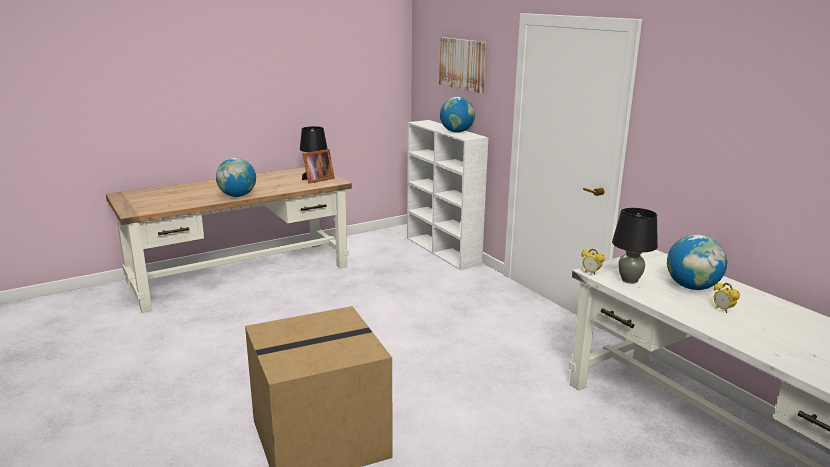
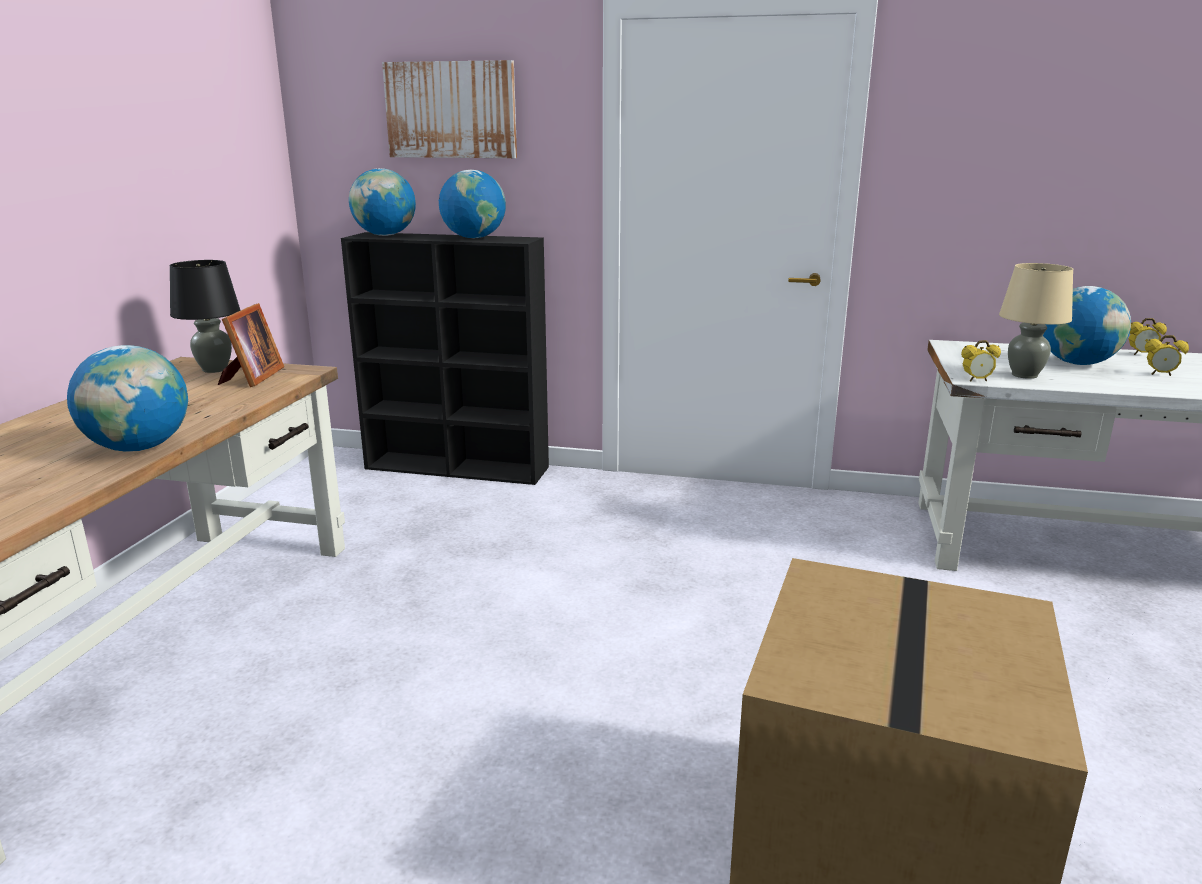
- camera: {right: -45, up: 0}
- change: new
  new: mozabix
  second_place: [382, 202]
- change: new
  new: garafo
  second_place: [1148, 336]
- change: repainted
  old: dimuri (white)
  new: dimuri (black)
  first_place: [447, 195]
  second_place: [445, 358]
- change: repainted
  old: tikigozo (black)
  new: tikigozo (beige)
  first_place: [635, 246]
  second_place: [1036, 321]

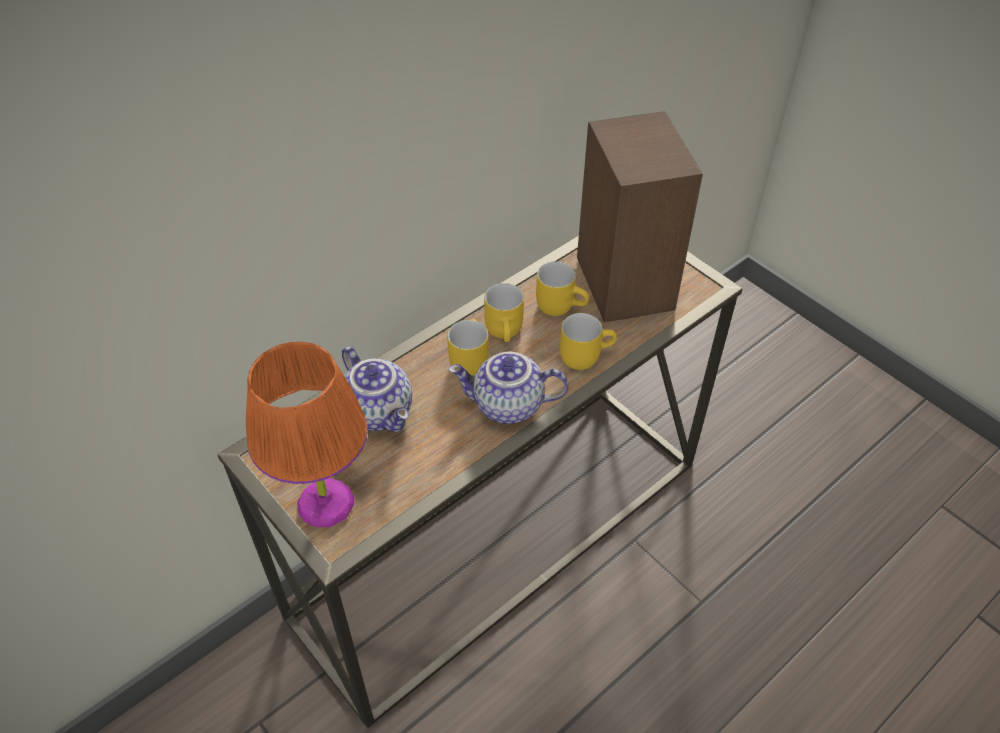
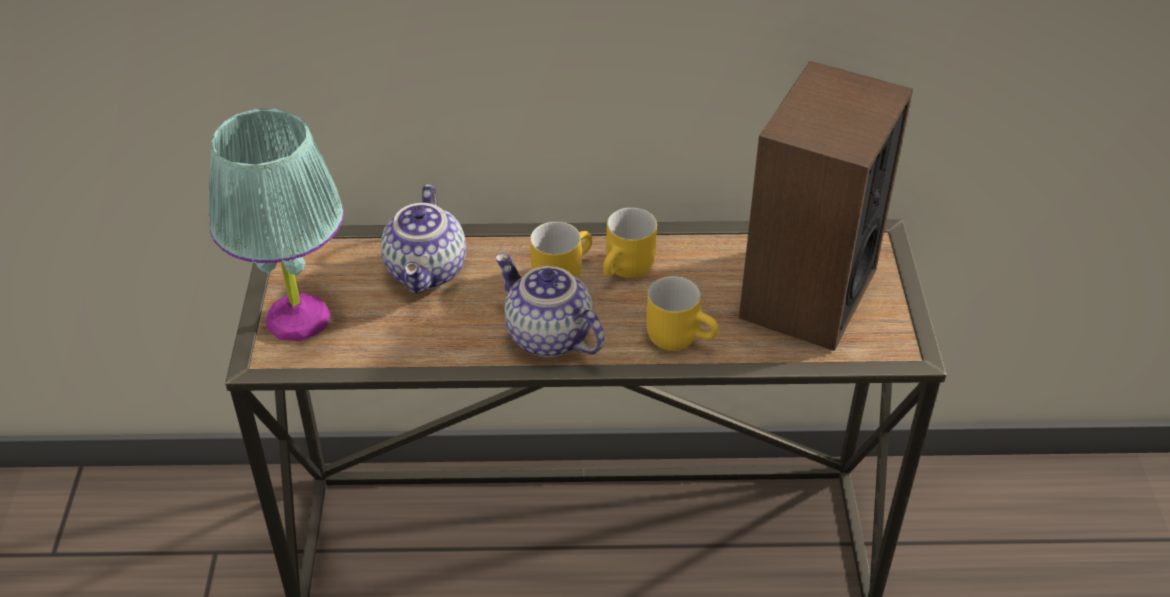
- camera: {right: 40, up: -5}
- change: gone
  old: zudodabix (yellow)
  first_place: [562, 288]
- change: repainted
  old: tikigozo (orange)
  new: tikigozo (turquoise)
  first_place: [307, 434]
  second_place: [276, 224]

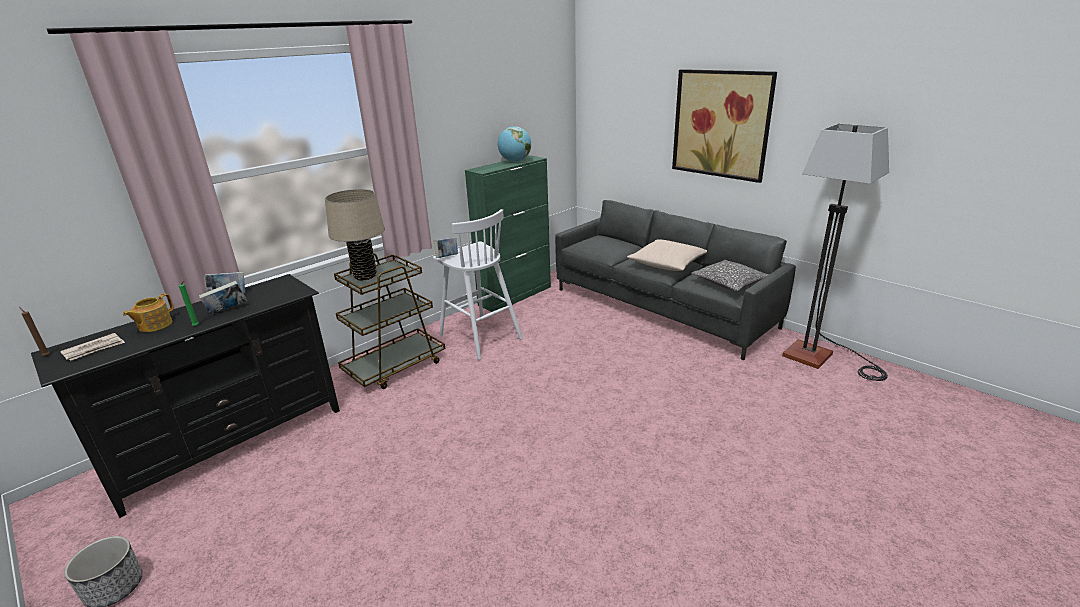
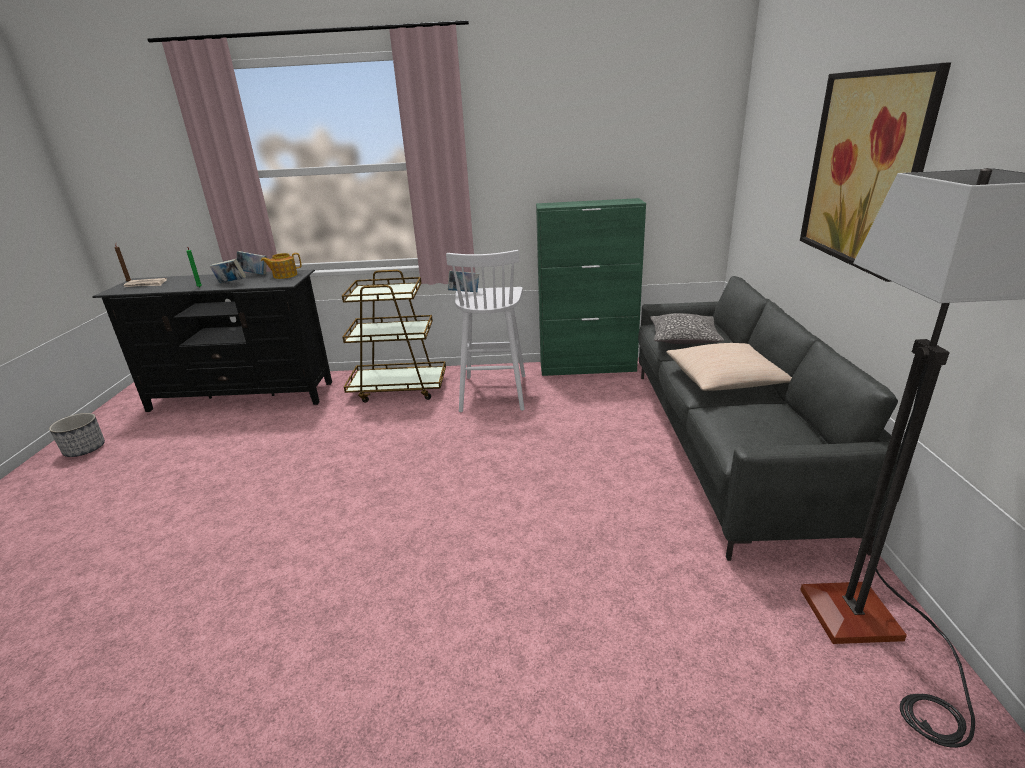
- camera: {right: 45, up: 0}
- change: gone
  old: tikigozo (beige)
  first_place: [355, 234]
- change: gone
  old: mozabix
  first_place: [514, 144]
- change: shifted
  old: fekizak
  first_place: [148, 312]
  second_place: [281, 266]
- change: shifted
  old: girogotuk
  first_place: [730, 275]
  second_place: [687, 328]

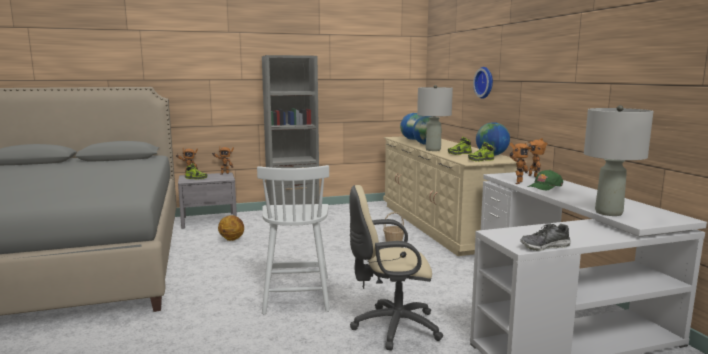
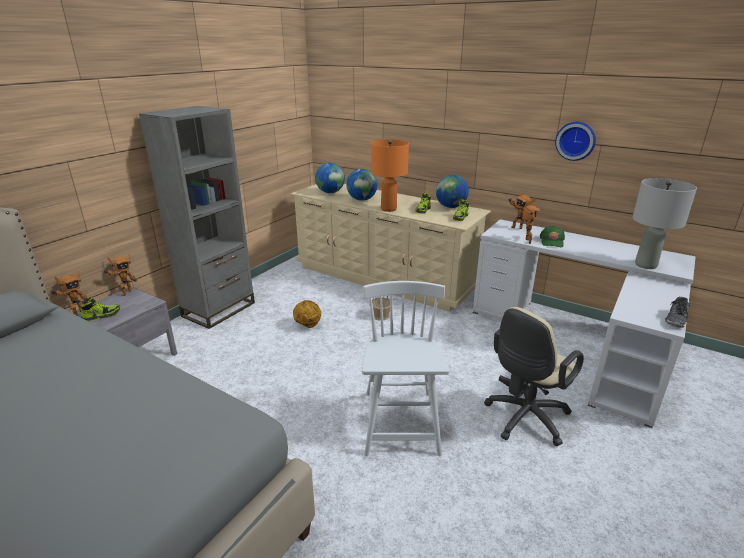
- camera: {right: -40, up: 15}
- change: shifted
  old: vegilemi
  first_place: [231, 228]
  second_place: [307, 314]
- change: shifted
  old: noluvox
  first_place: [483, 83]
  second_place: [575, 141]
- change: repainted
  old: tikigozo (grey)
  new: tikigozo (orange)
  first_place: [435, 118]
  second_place: [390, 175]
- change: rotated
  old: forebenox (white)
  first_place: [293, 239]
  second_place: [406, 368]
  degrees: -135

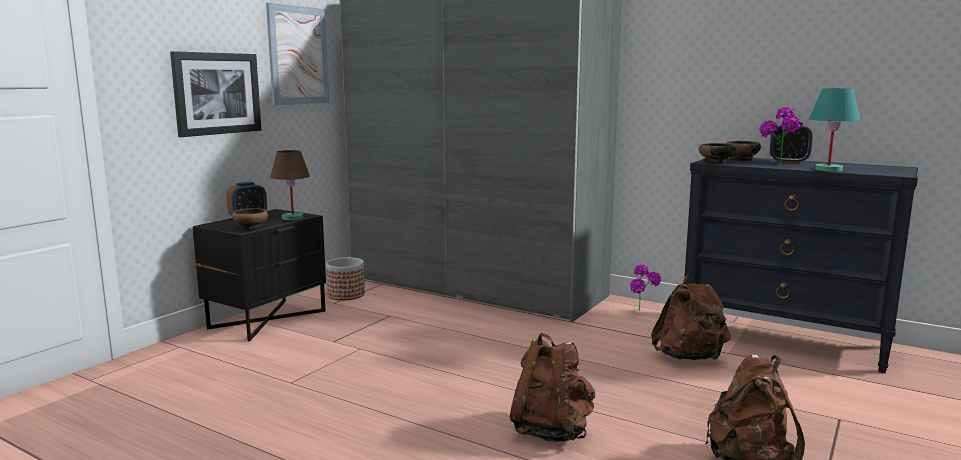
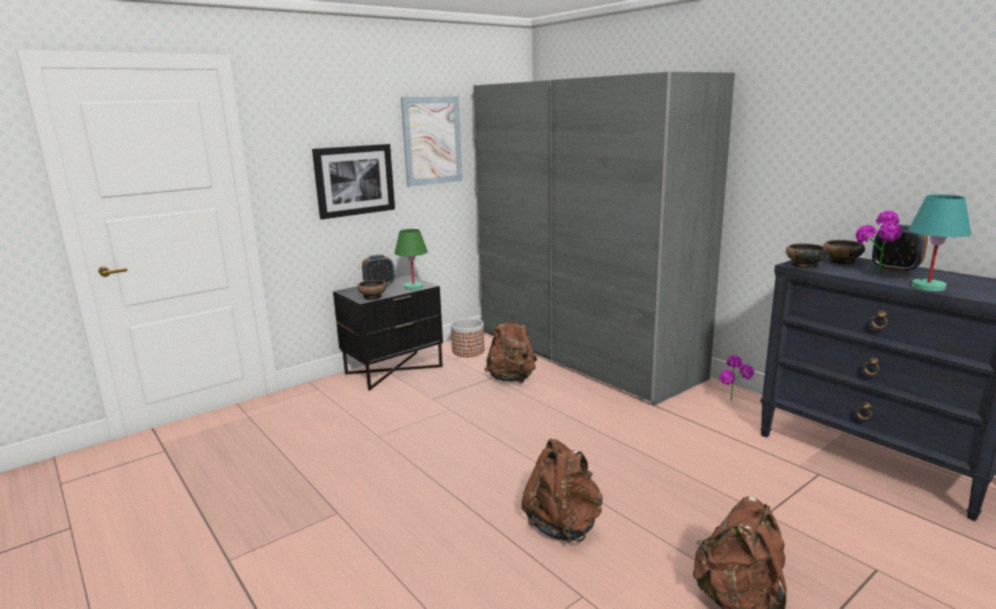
- camera: {right: 20, up: 5}
- change: shifted
  old: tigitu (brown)
  first_place: [691, 316]
  second_place: [510, 349]
- change: repainted
  old: tikigozo (brown)
  new: tikigozo (green)
  first_place: [290, 185]
  second_place: [411, 259]

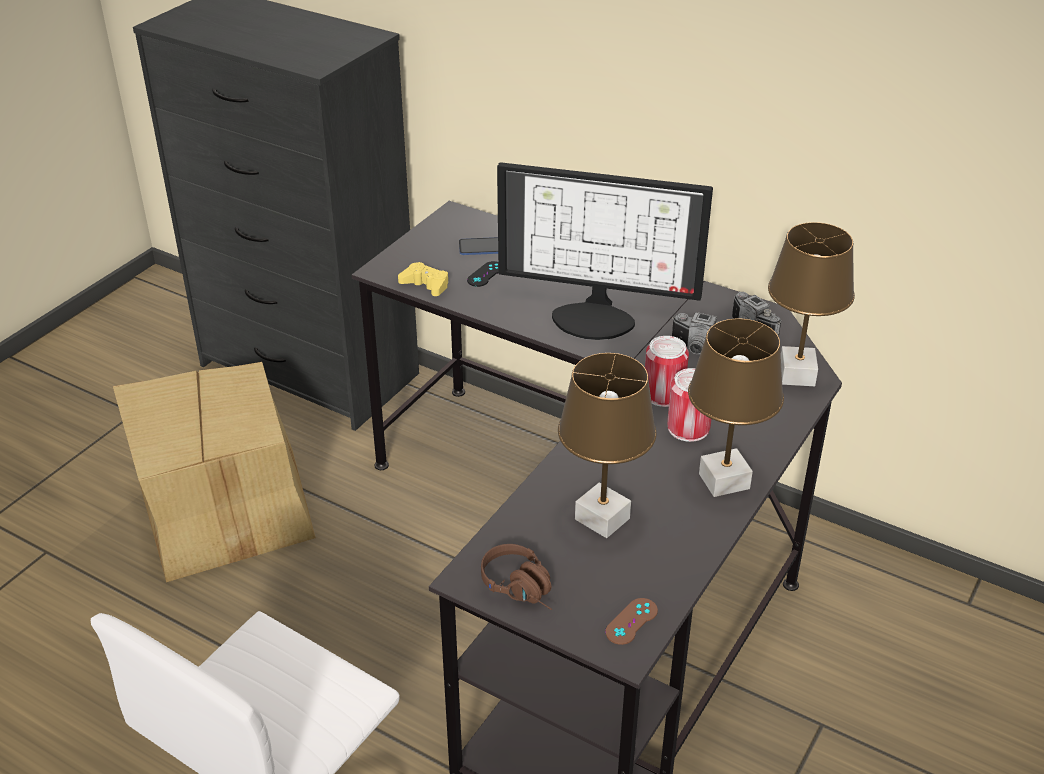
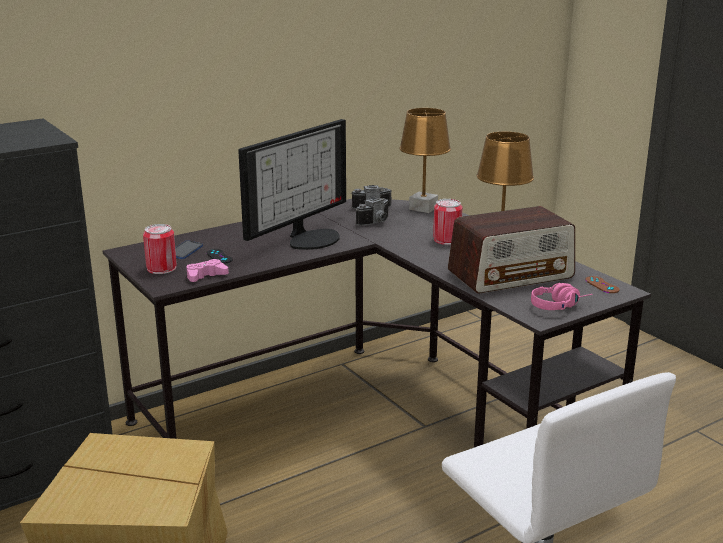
- camera: {right: -65, up: -15}
- change: shifted
  old: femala
  first_place: [667, 371]
  second_place: [160, 249]
- change: swapped
  old: tikigozo (brown)
  new: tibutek
  first_place: [607, 445]
  second_place: [511, 249]
- change: repainted
  old: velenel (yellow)
  new: velenel (pink)
  first_place: [423, 279]
  second_place: [207, 270]
- change: repainted
  old: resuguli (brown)
  new: resuguli (pink)
  first_place: [516, 577]
  second_place: [562, 296]

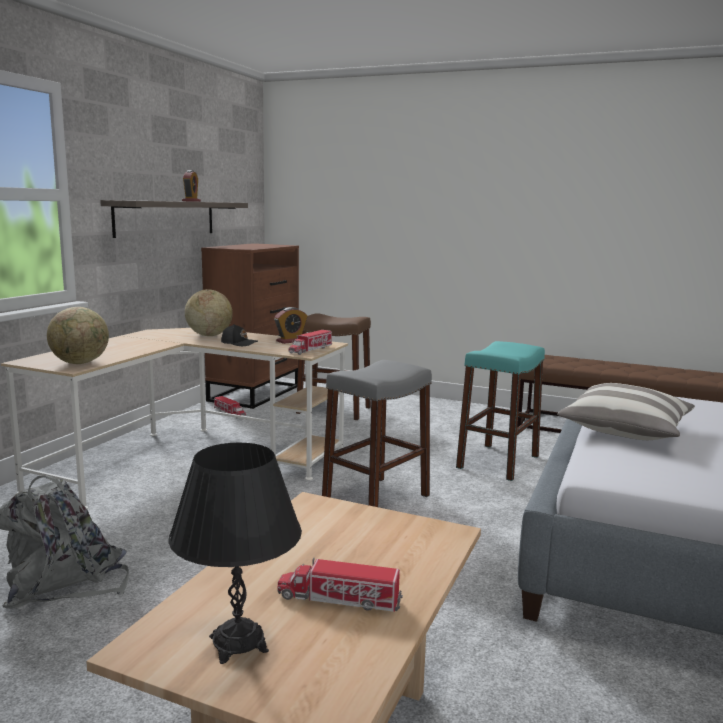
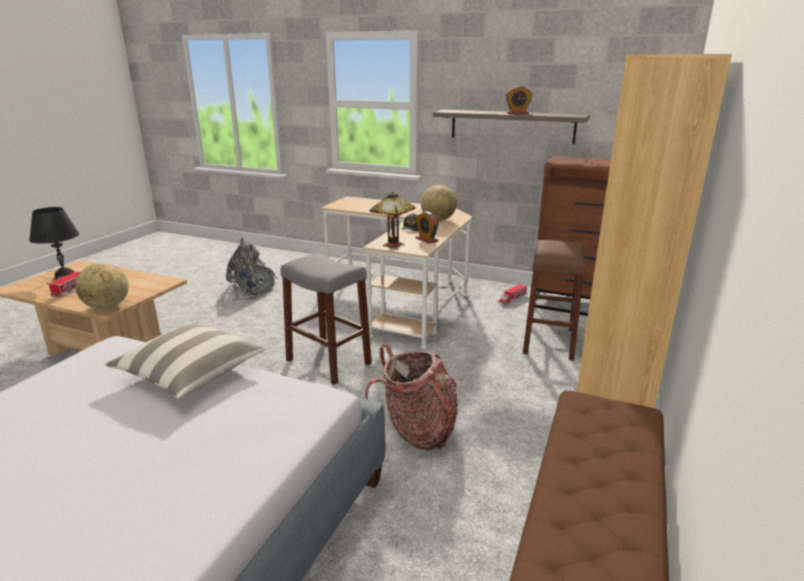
- camera: {right: 90, up: 10}
- change: new
  new: dimuri (brown)
  second_place: [654, 231]
- change: shifted
  old: mozabix
  first_place: [78, 335]
  second_place: [102, 286]
- change: swapped
  old: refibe
  new: tikigozo
  first_place: [310, 342]
  second_place: [393, 220]
- change: swapped
  old: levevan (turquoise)
  new: tigitu
  first_place: [500, 411]
  second_place: [411, 398]

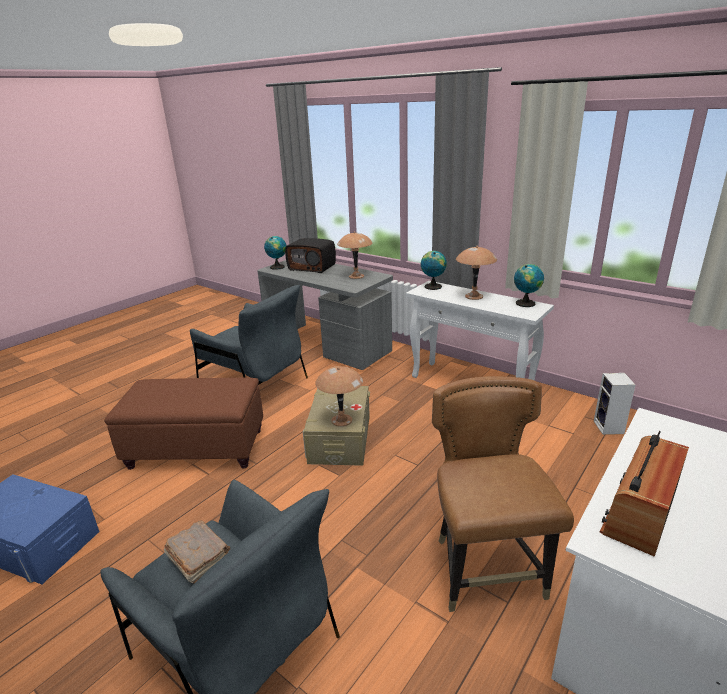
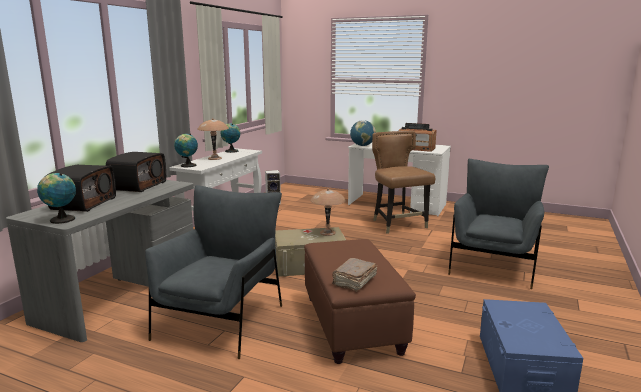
- camera: {right: -105, up: -10}
- change: new
  new: mozabix
  second_place: [363, 133]
- change: shifted
  old: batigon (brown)
  first_place: [197, 552]
  second_place: [354, 275]
- change: swapped
  old: tikigozo (brown)
  new: tibutek
  first_place: [355, 255]
  second_place: [136, 172]
- change: rotated
  old: forebenox (brown)
  first_place: [503, 494]
  second_place: [403, 182]
  degrees: 90

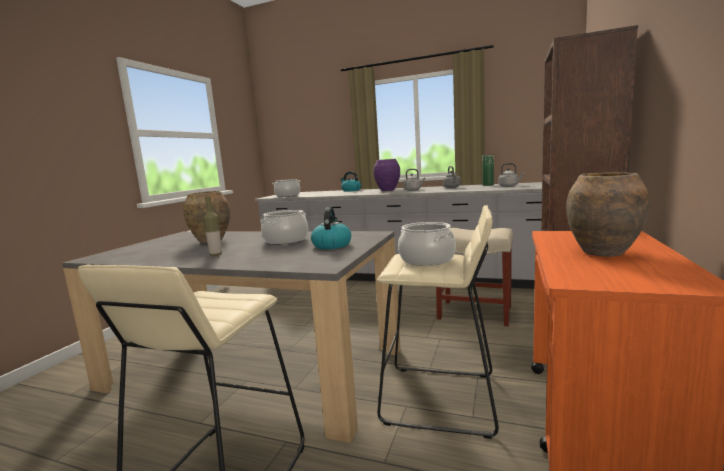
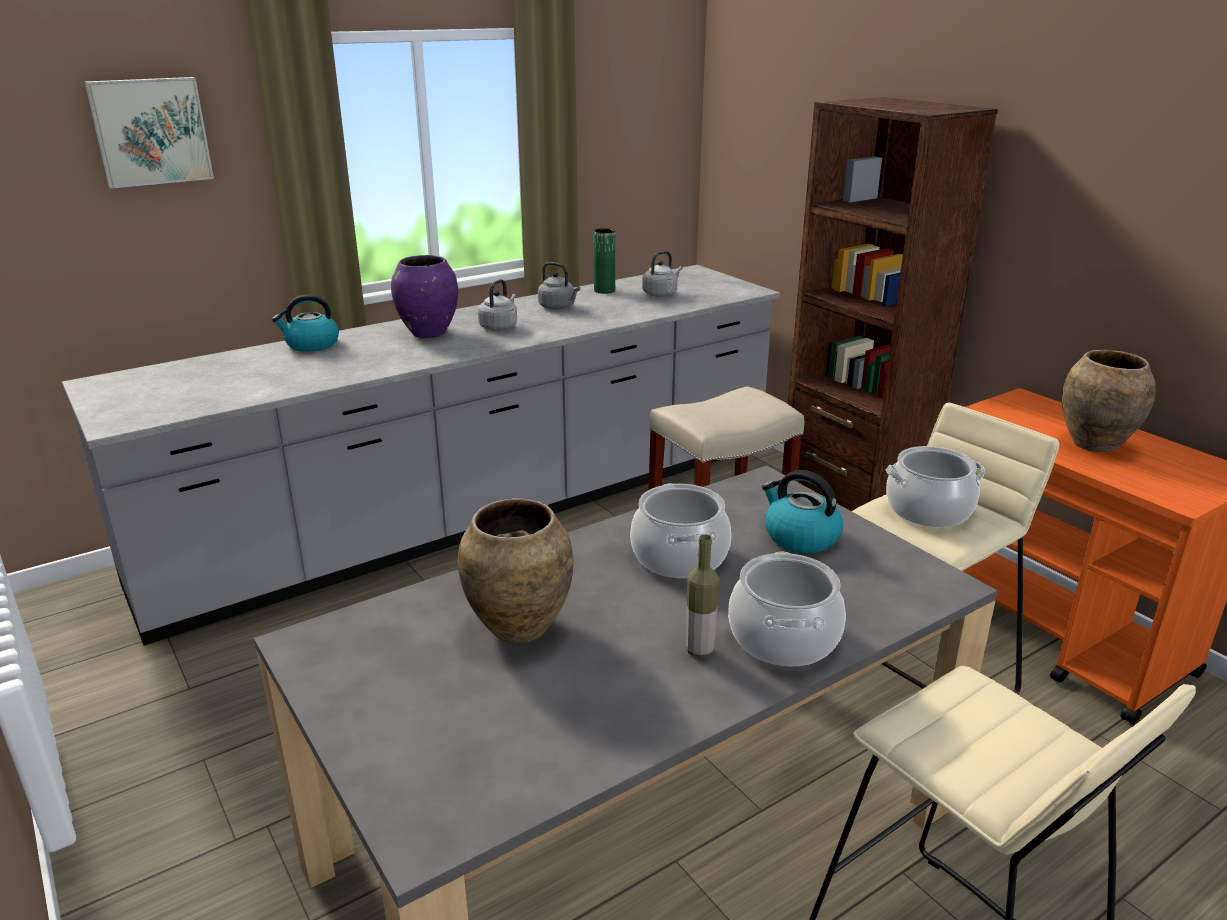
- camera: {right: -55, up: 15}
- change: new
  new: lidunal
  second_place: [149, 132]
- change: shifted
  old: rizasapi
  first_place: [286, 188]
  second_place: [787, 609]

